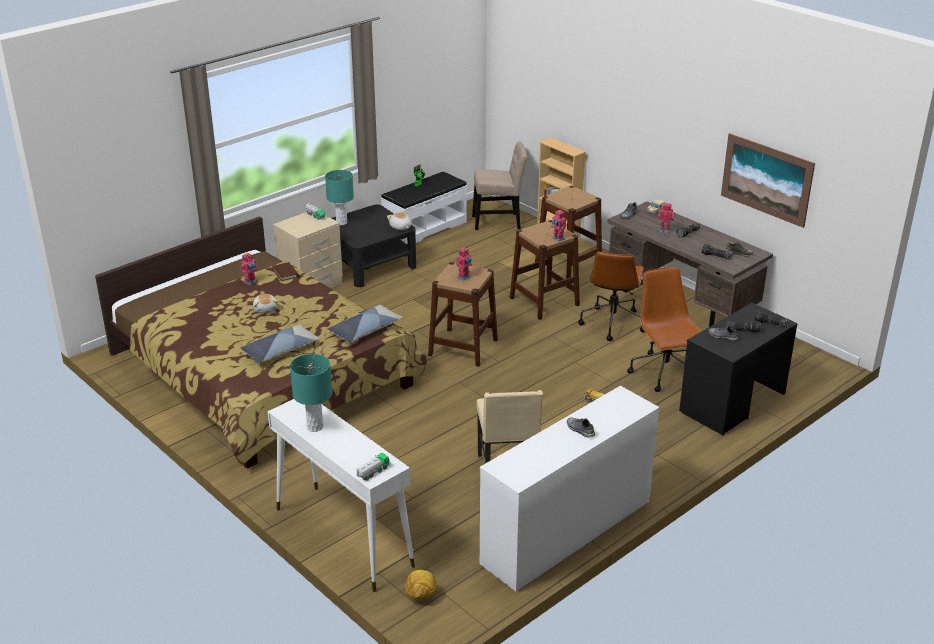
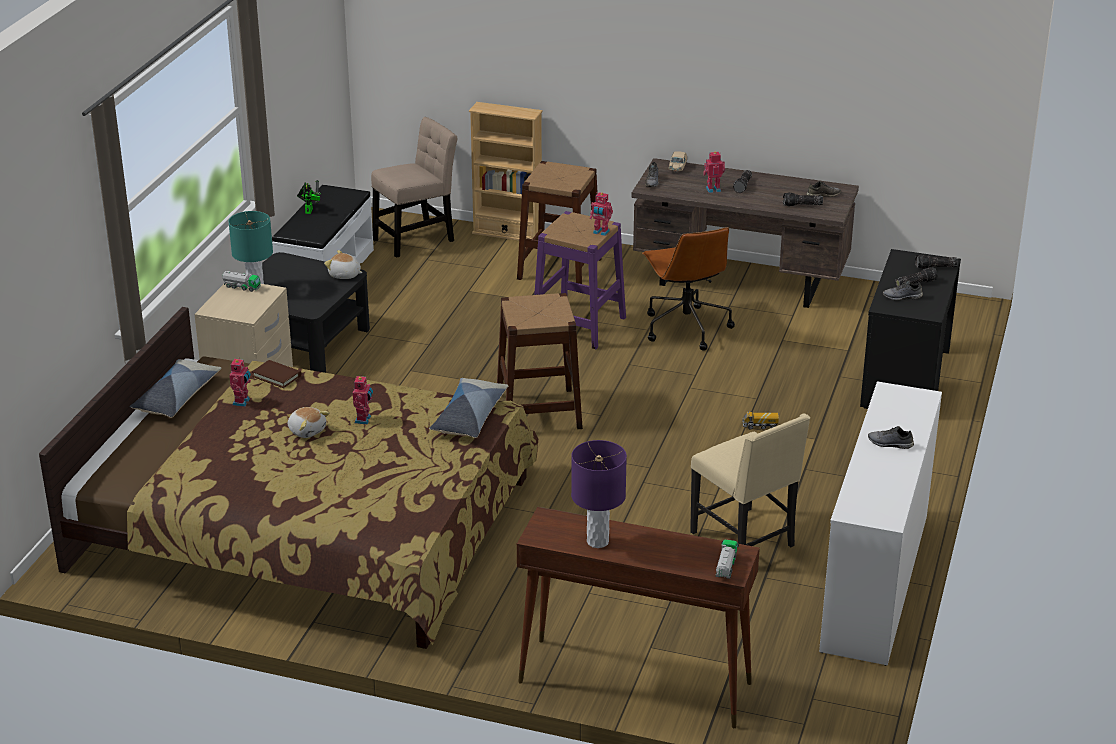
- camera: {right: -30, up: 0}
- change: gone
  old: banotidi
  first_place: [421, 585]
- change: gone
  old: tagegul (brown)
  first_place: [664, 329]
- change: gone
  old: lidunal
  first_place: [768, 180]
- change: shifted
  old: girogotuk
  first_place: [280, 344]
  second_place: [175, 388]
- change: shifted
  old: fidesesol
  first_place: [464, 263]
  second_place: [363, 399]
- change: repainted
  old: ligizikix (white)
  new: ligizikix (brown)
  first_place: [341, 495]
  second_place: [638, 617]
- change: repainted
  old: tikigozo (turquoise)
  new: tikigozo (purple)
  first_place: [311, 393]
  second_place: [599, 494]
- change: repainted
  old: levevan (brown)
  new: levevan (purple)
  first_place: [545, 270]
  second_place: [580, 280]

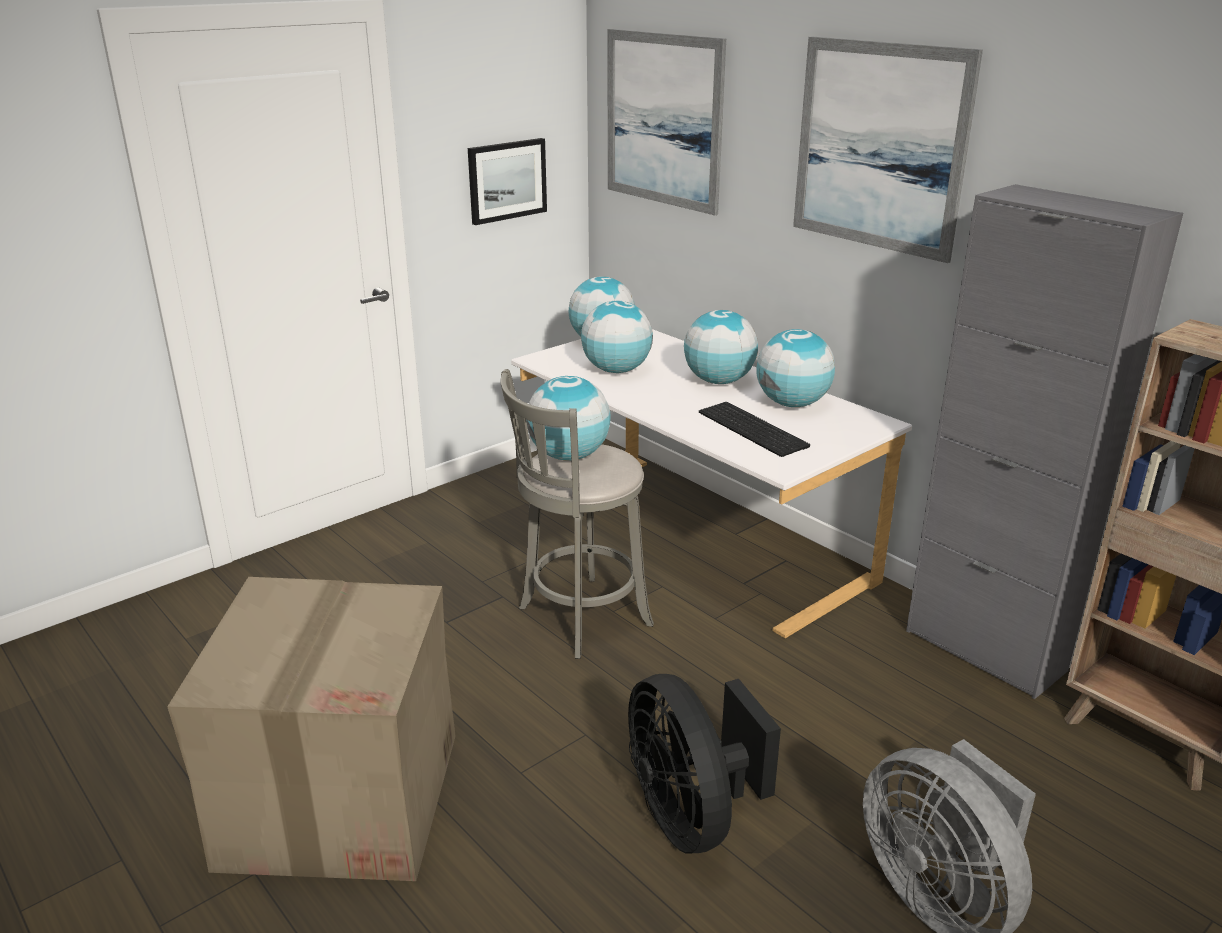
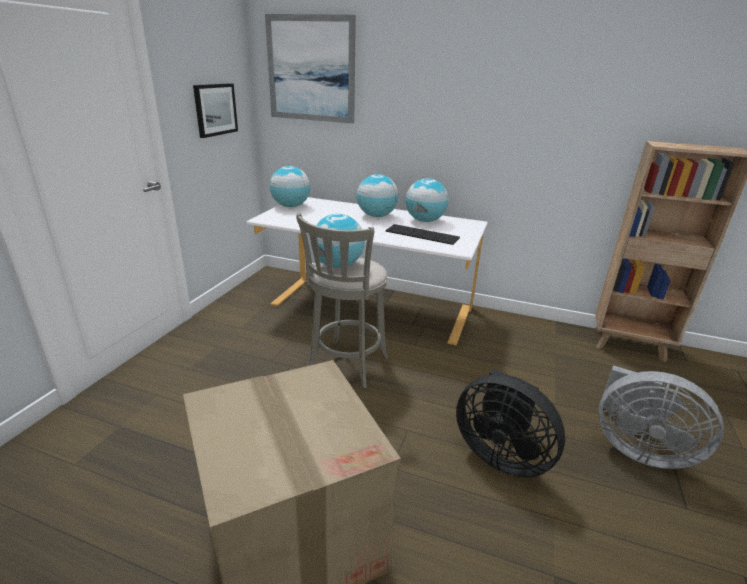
- camera: {right: -30, up: 0}
- change: gone
  old: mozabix
  first_place: [617, 337]
- change: gone
  old: lidunal
  first_place: [888, 150]
- change: gone
  old: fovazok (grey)
  first_place: [1044, 441]

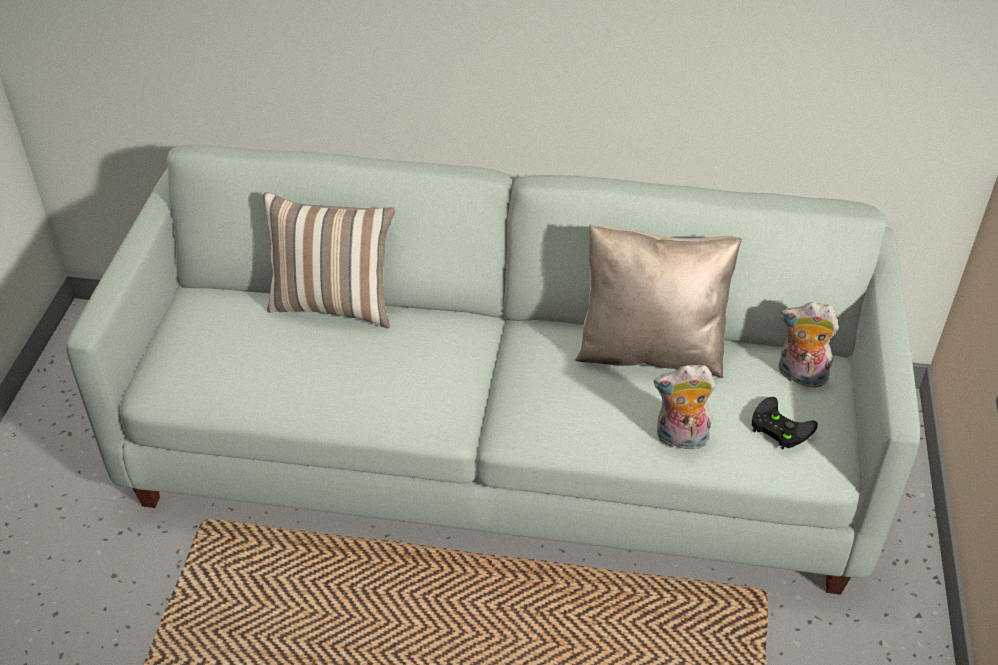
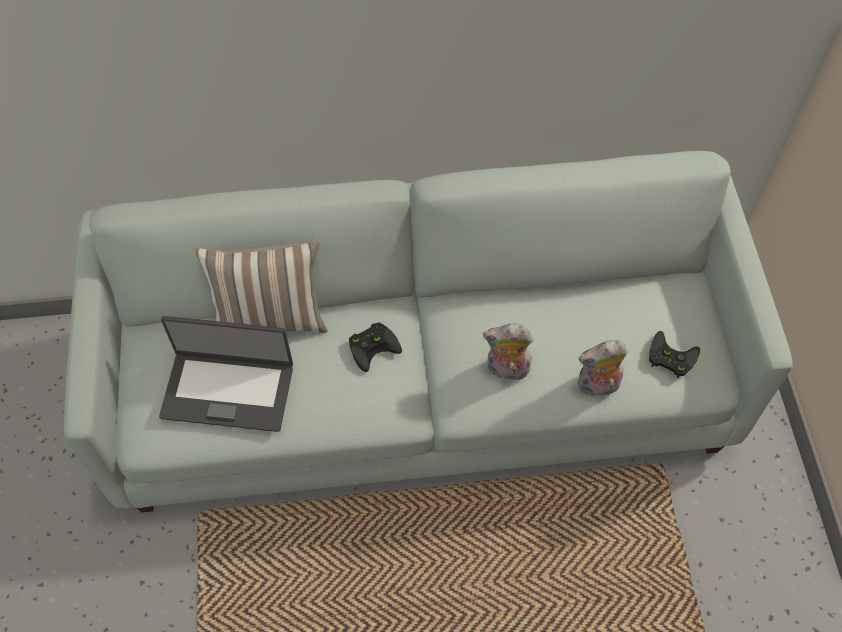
- camera: {right: -15, up: 15}
- change: gone
  old: girogotuk (beige)
  first_place: [658, 301]
- change: new
  new: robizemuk
  second_place: [226, 374]
- change: new
  new: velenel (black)
  second_place: [375, 347]
- change: shifted
  old: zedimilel
  first_place: [809, 345]
  second_place: [508, 354]

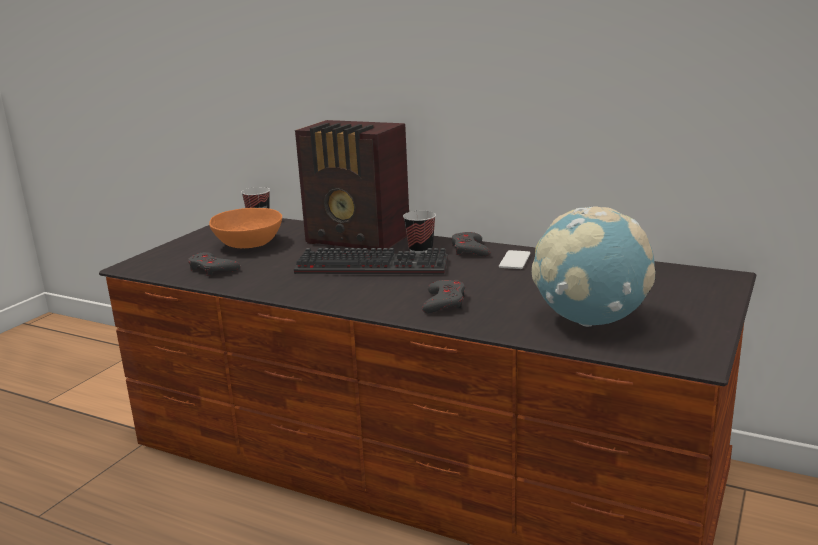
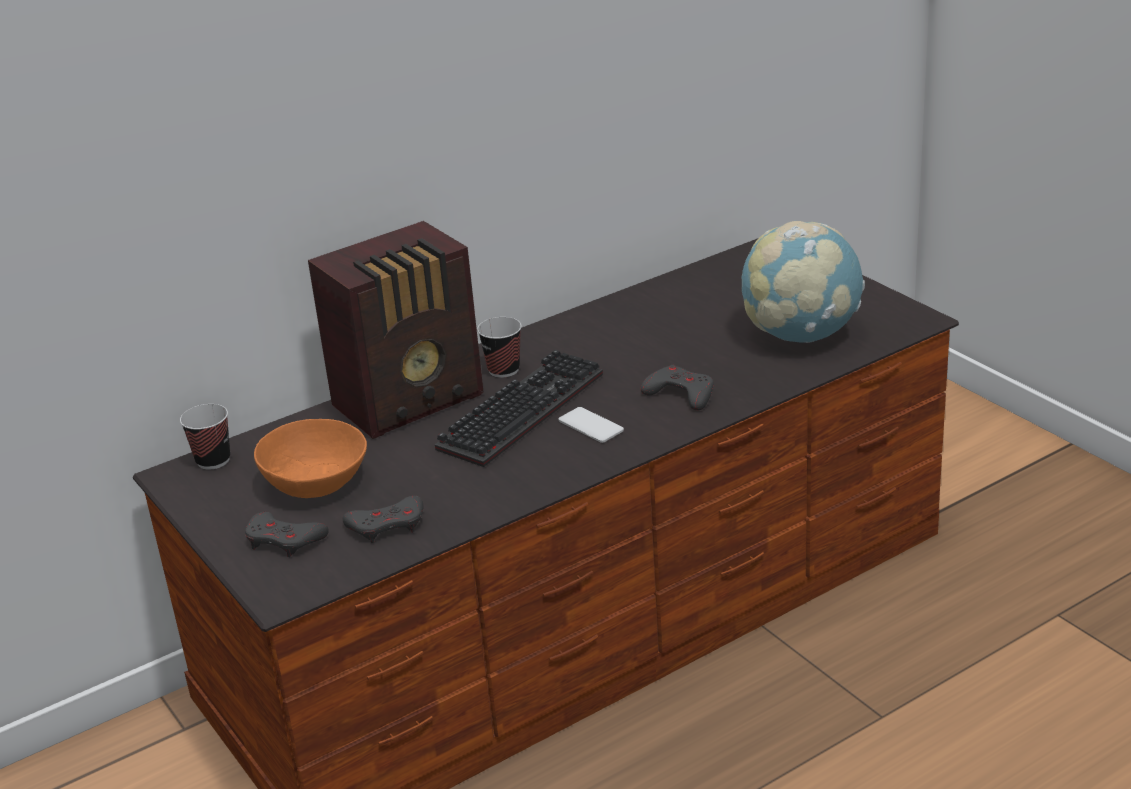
- camera: {right: -60, up: 10}
- change: shifted
  old: velenel (grey)
  first_place: [470, 244]
  second_place: [287, 534]
- change: shifted
  old: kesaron
  first_place: [514, 259]
  second_place: [591, 425]

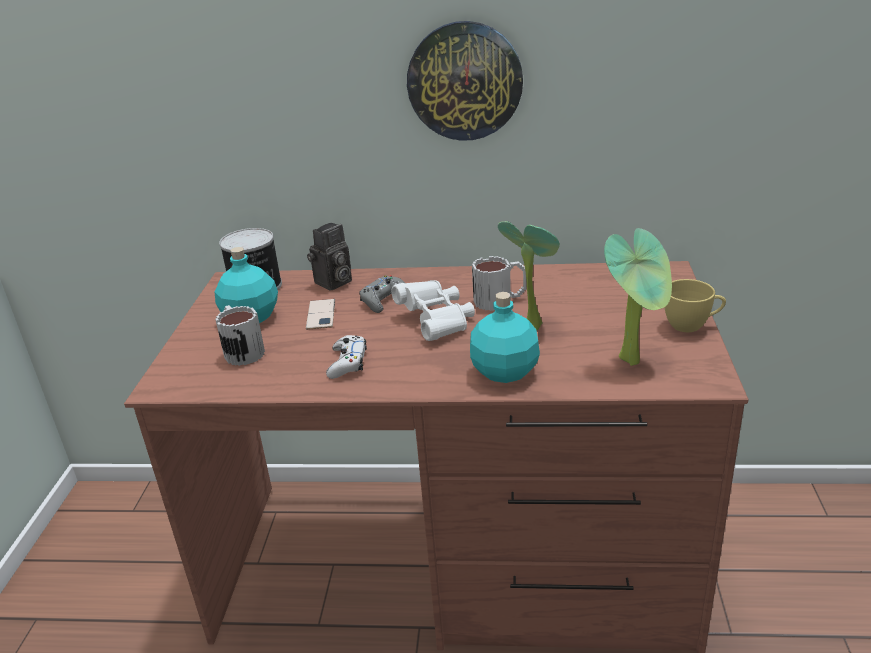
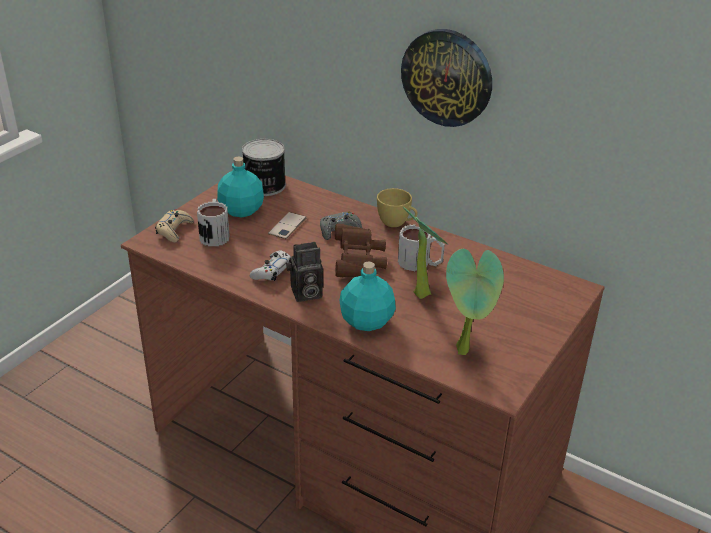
- camera: {right: 25, up: 5}
- change: new
  new: velenel (beige)
  second_place: [174, 225]
- change: shifted
  old: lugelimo
  first_place: [329, 256]
  second_place: [304, 272]
- change: shifted
  old: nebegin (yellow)
  first_place: [695, 305]
  second_place: [397, 207]
- change: repainted
  old: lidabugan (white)
  new: lidabugan (brown)
  first_place: [433, 310]
  second_place: [361, 251]

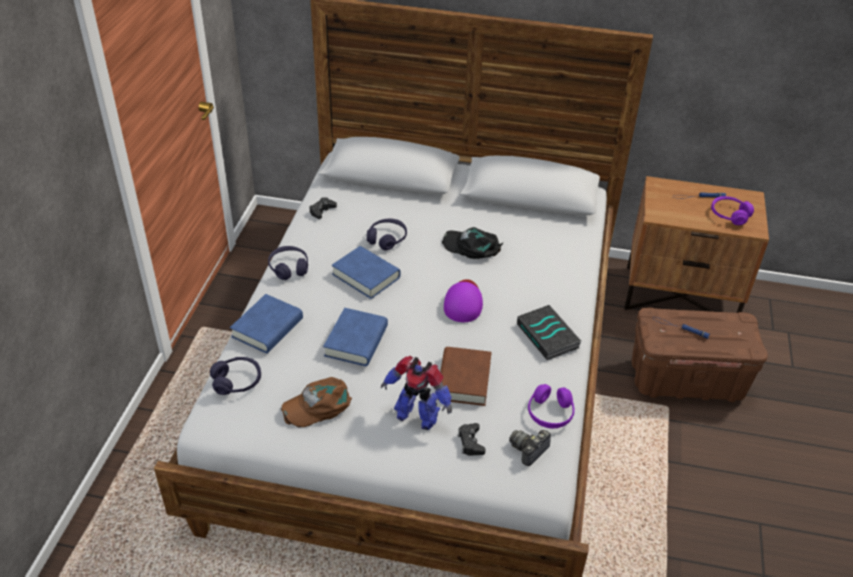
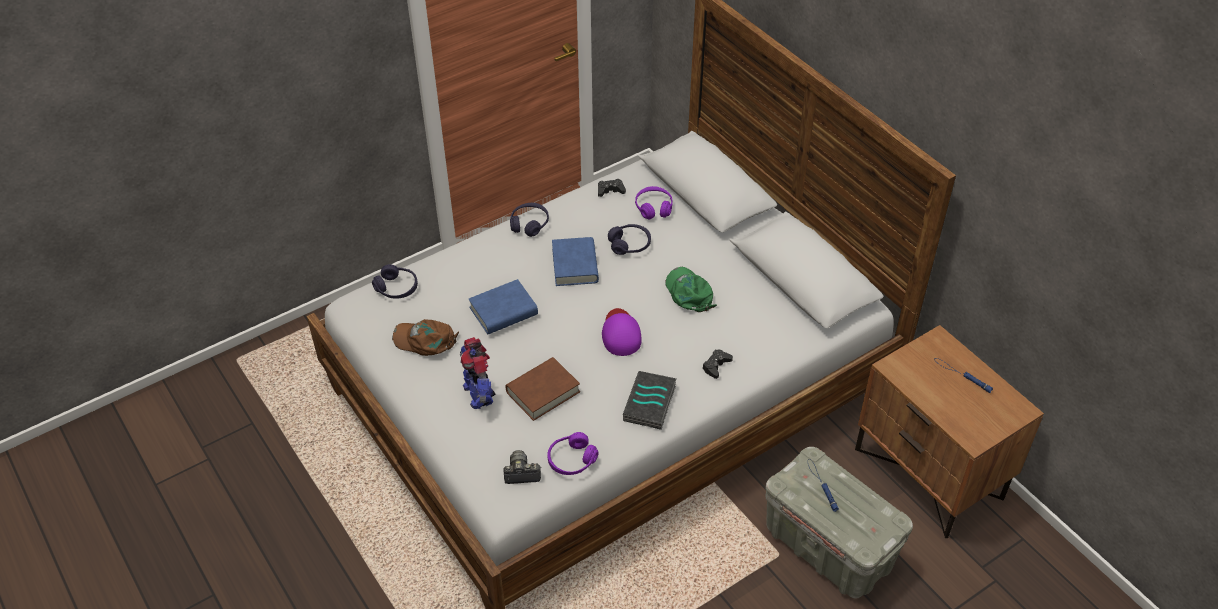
- camera: {right: 45, up: 5}
- change: gone
  old: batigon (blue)
  first_place: [266, 323]
- change: shifted
  old: velenel (black)
  first_place: [471, 439]
  second_place: [717, 364]
- change: shifted
  old: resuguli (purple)
  first_place: [732, 210]
  second_place: [654, 203]
- change: repainted
  old: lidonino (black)
  new: lidonino (green)
  first_place: [472, 243]
  second_place: [691, 289]
- change: repainted
  old: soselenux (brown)
  new: soselenux (grey)
  first_place: [700, 354]
  second_place: [839, 523]
- change: rotated
  old: lidonino (purple)
  first_place: [463, 300]
  second_place: [622, 332]
  degrees: -60

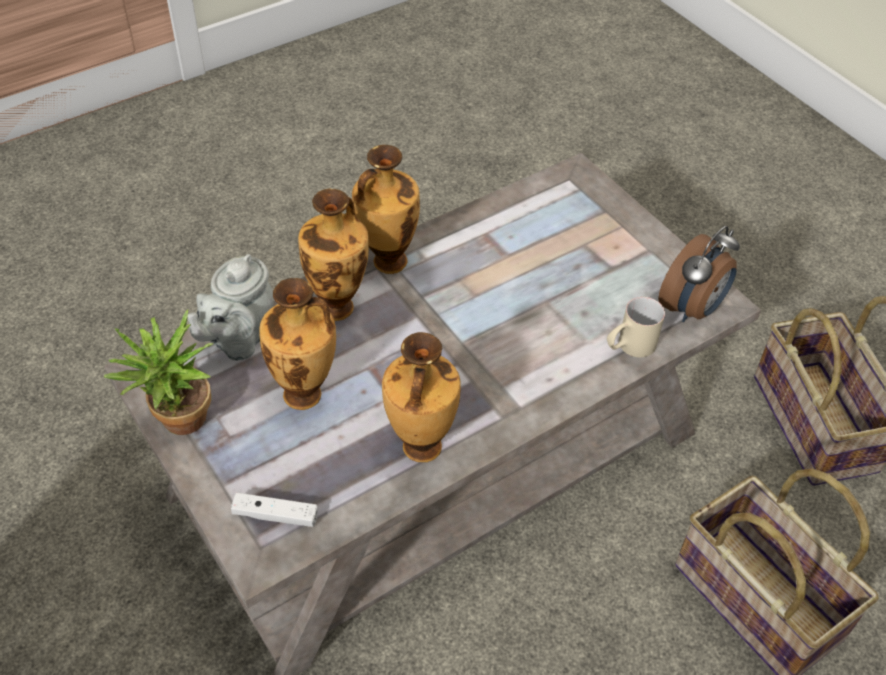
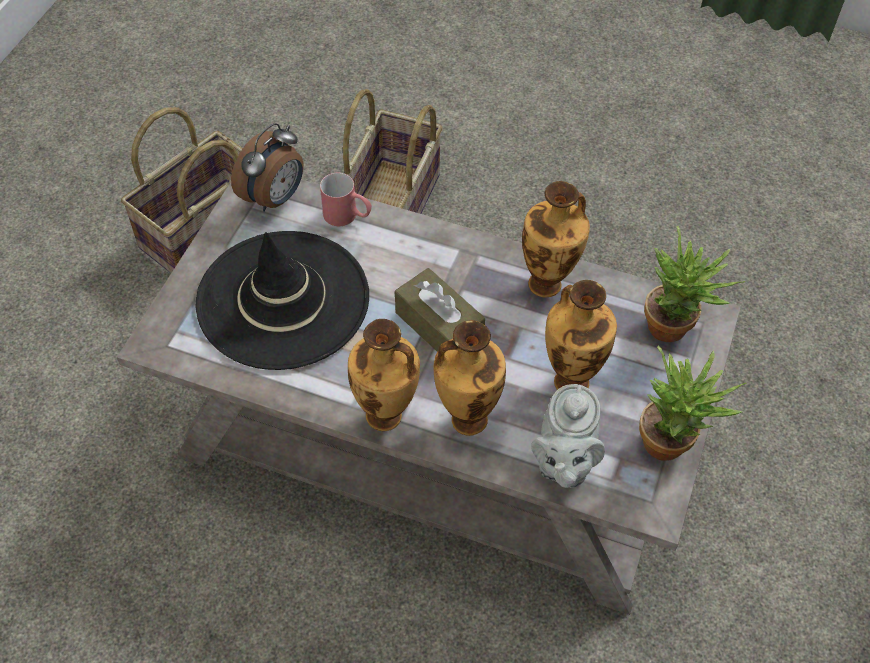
- camera: {right: -125, up: 5}
- change: new
  new: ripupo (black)
  second_place: [282, 300]
- change: new
  new: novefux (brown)
  second_place: [440, 310]
- change: swapped
  old: velenel (white)
  new: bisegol
  first_place: [274, 509]
  second_place: [694, 284]
- change: repainted
  old: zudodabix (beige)
  new: zudodabix (red)
  first_place: [636, 327]
  second_place: [346, 199]
- change: rotated
  old: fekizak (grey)
  first_place: [230, 307]
  second_place: [568, 436]
  degrees: 105
- change: rotated
  old: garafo
  first_place: [699, 274]
  second_place: [267, 167]
  degrees: 120

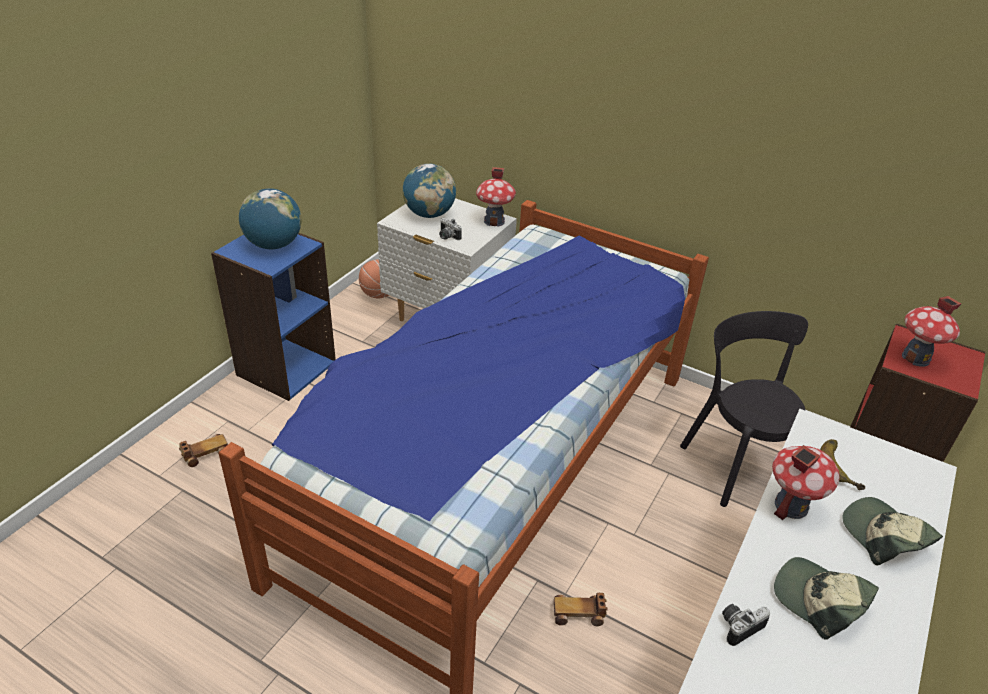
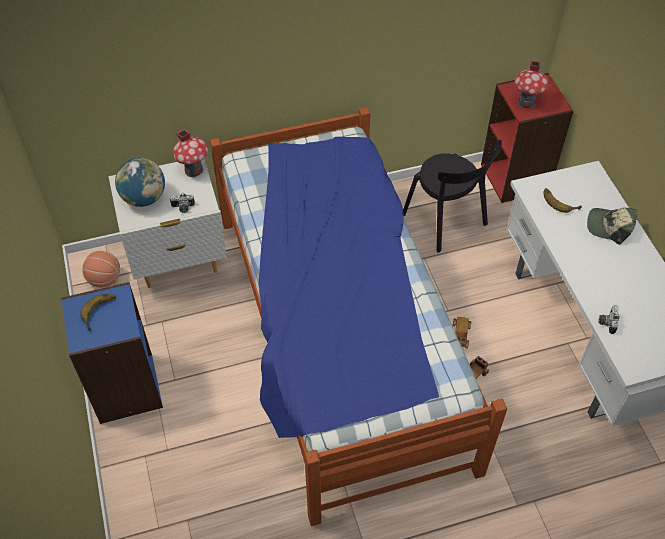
- camera: {right: -45, up: 15}
- change: gone
  old: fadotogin
  first_place: [806, 482]
- change: gone
  old: lidonino
  first_place: [826, 598]
- change: shifted
  old: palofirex
  first_place: [203, 450]
  second_place: [462, 332]
- change: swapped
  old: mozabix
  new: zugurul
  first_place: [270, 218]
  second_place: [98, 312]
- change: rotated
  old: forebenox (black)
  first_place: [744, 409]
  second_place: [452, 196]
  degrees: -150

